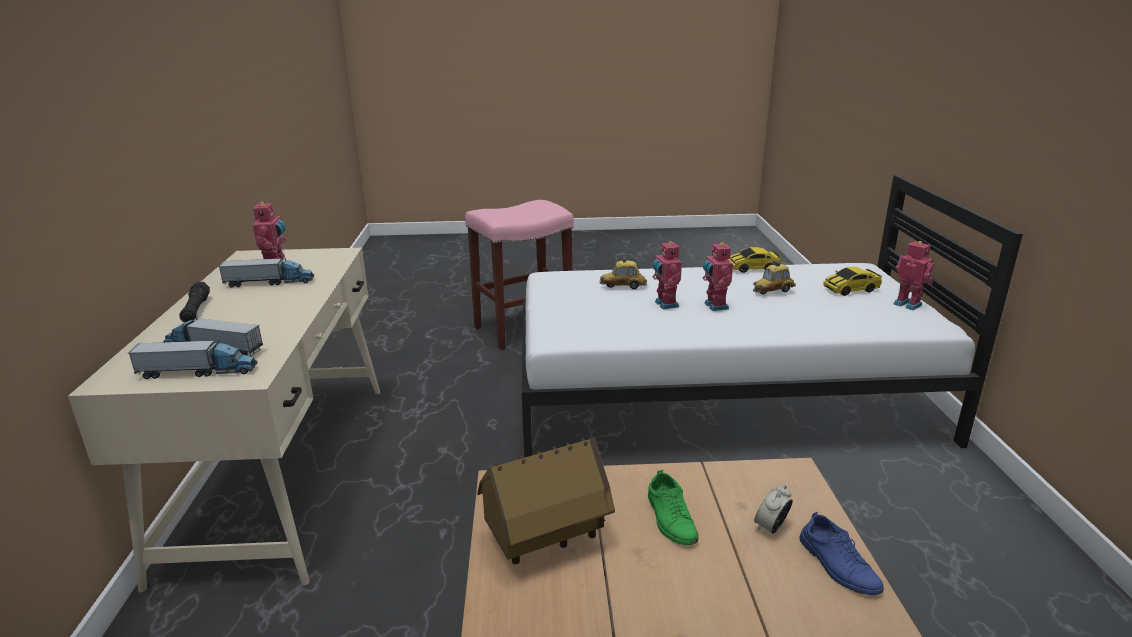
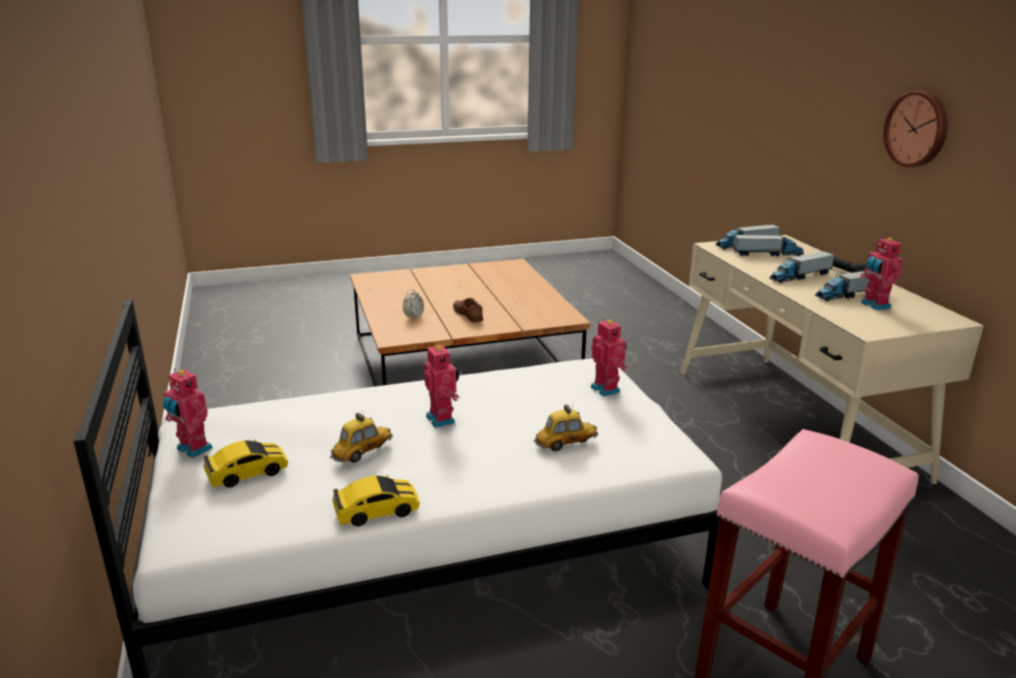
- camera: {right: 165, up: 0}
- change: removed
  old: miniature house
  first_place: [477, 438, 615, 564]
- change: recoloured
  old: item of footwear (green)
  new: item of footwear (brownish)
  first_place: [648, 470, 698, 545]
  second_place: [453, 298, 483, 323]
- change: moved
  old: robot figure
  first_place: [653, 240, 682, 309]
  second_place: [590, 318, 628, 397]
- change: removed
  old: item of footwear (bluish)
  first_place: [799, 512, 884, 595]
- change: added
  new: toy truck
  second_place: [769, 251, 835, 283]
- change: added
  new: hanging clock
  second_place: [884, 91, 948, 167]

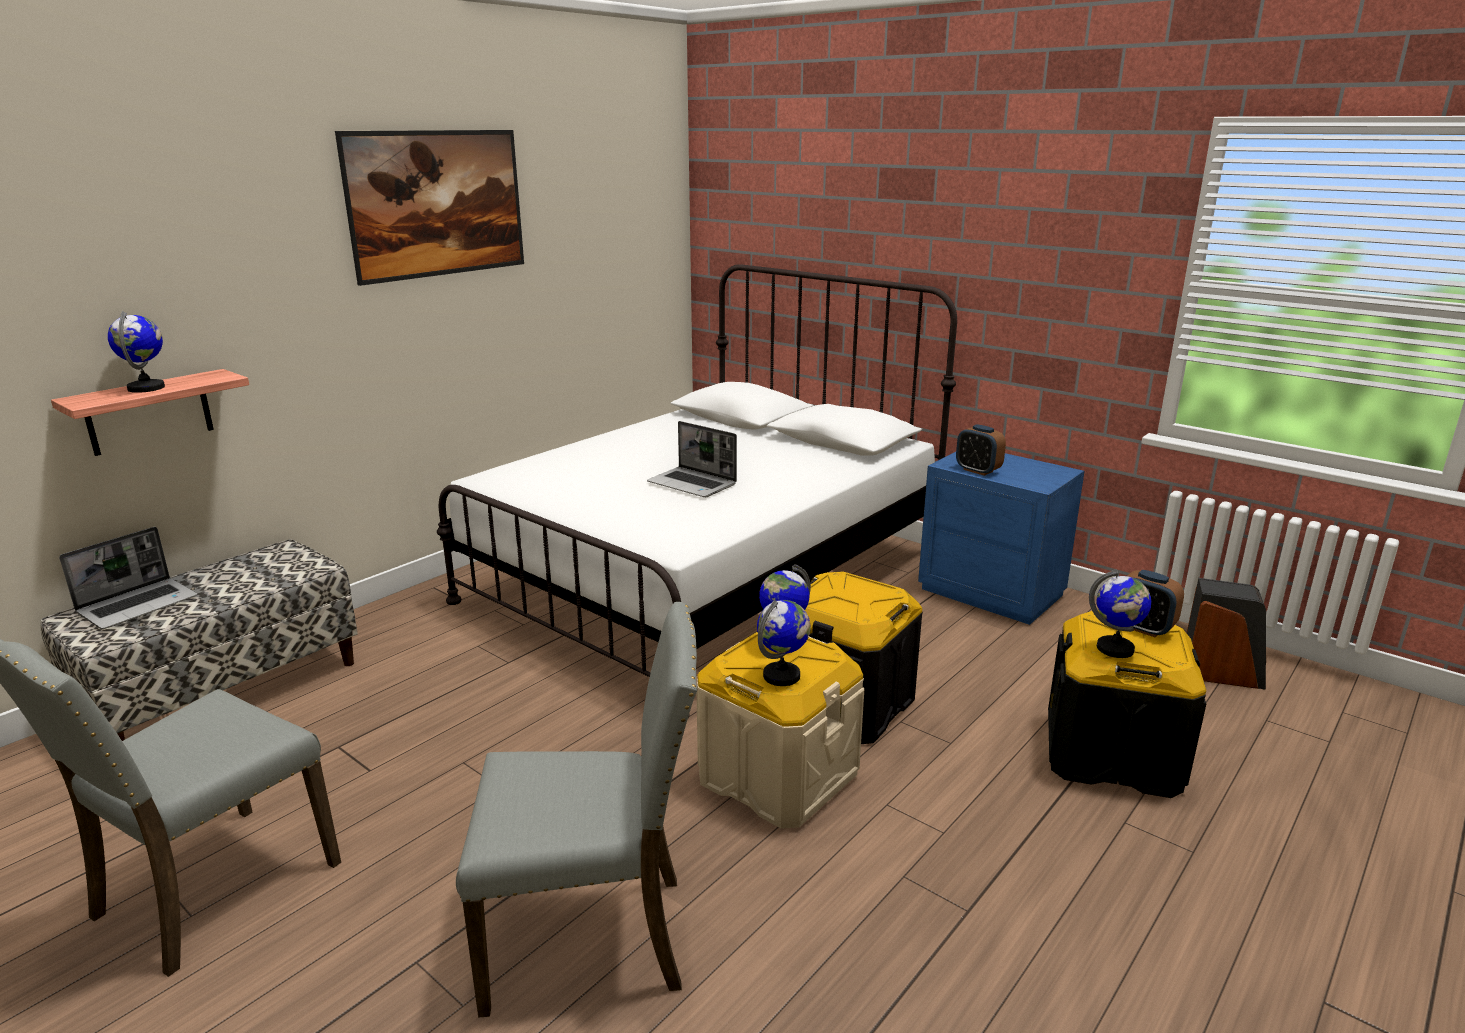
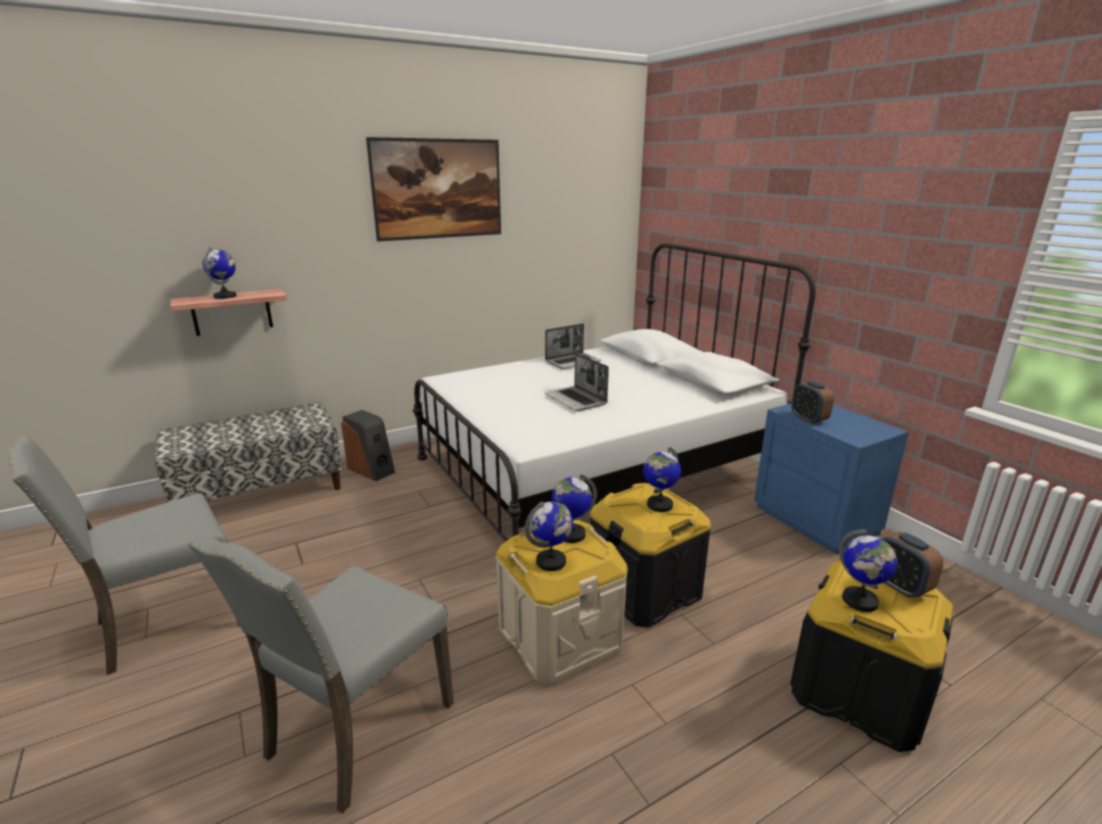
- camera: {right: 20, up: 0}
- change: moved
  old: portable computer
  first_place: [59, 527, 197, 629]
  second_place: [545, 323, 601, 369]
- change: turned
  old: chair (grey)
  first_place: [456, 602, 697, 1017]
  second_place: [188, 534, 454, 814]
  degrees: 105
- change: moved
  old: speaker
  first_place: [1187, 578, 1266, 690]
  second_place: [341, 410, 395, 481]
- change: added
  new: desk globe
  second_place: [643, 447, 681, 512]

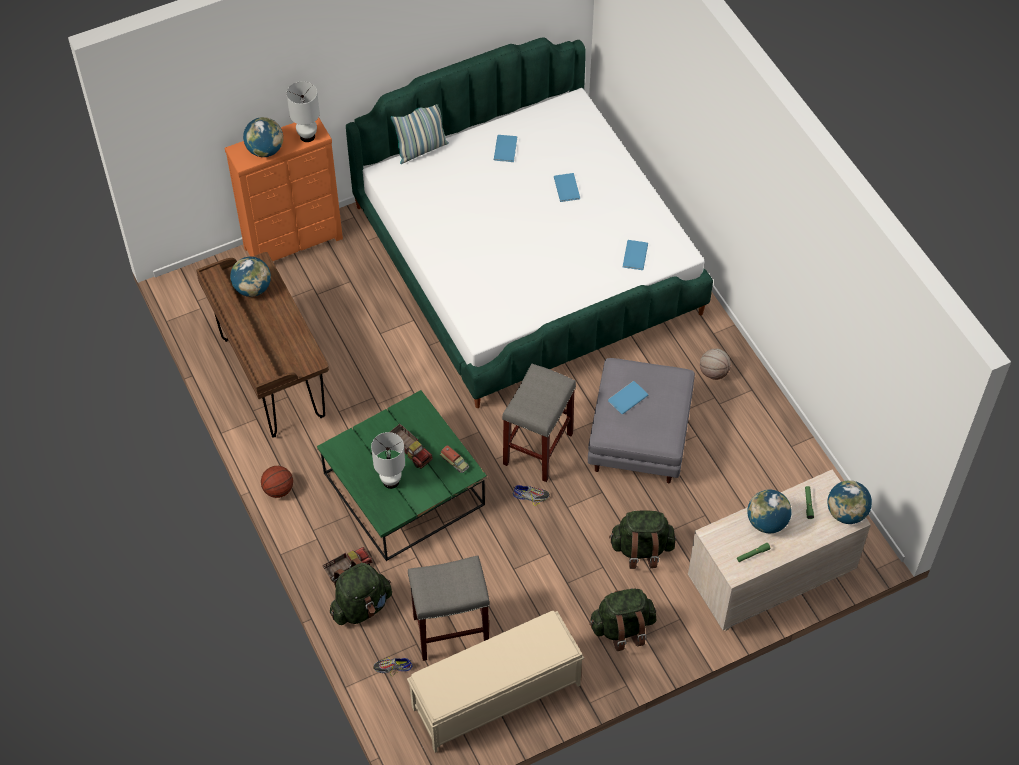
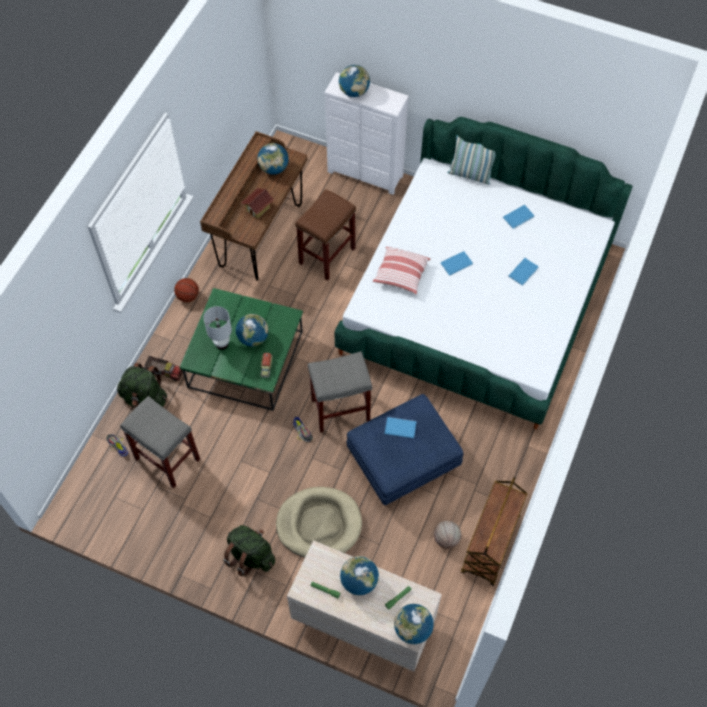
- camera: {right: 50, up: 5}
- change: recoloured
  old: dresser (orange)
  new: dresser (white-coloured)
  first_place: [225, 117, 343, 261]
  second_place: [324, 72, 409, 195]
- change: removed
  old: table lamp (white-coloured)
  first_place: [286, 81, 320, 142]
- change: replaced
  old: toy truck
  new: desk globe
  first_place: [390, 424, 433, 469]
  second_place: [236, 314, 268, 347]
- change: removed
  old: indoor bench (sand-coloured)
  first_place: [407, 611, 584, 753]
- change: recoloured
  old: ottoman (grey)
  new: ottoman (bluish)
  first_place: [588, 358, 695, 483]
  second_place: [347, 394, 464, 505]
- change: replaced
  old: knapsack (green)
  new: dog cushion (sand-coloured)
  first_place: [609, 511, 676, 569]
  second_place: [276, 487, 362, 558]
- change: moved
  old: bound book (bluish)
  first_place: [623, 240, 648, 270]
  second_place: [441, 251, 473, 276]
- change: moved
  old: basketball ball
  first_place: [700, 348, 731, 380]
  second_place: [434, 521, 462, 549]
- change: added
  new: miniature house
  second_place: [241, 188, 274, 219]
- change: added
  new: stool seat (brownish)
  second_place: [295, 189, 356, 281]
- change: added
  new: cushion
  second_place: [373, 247, 430, 294]
- change: added
  new: cart (brownish)
  second_place: [461, 477, 528, 586]

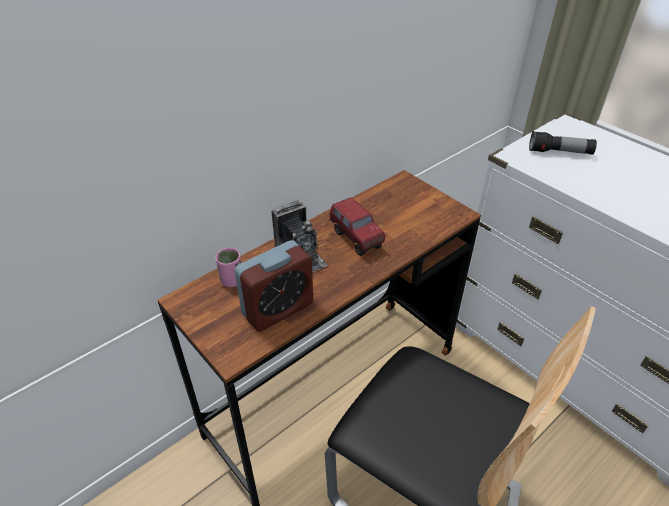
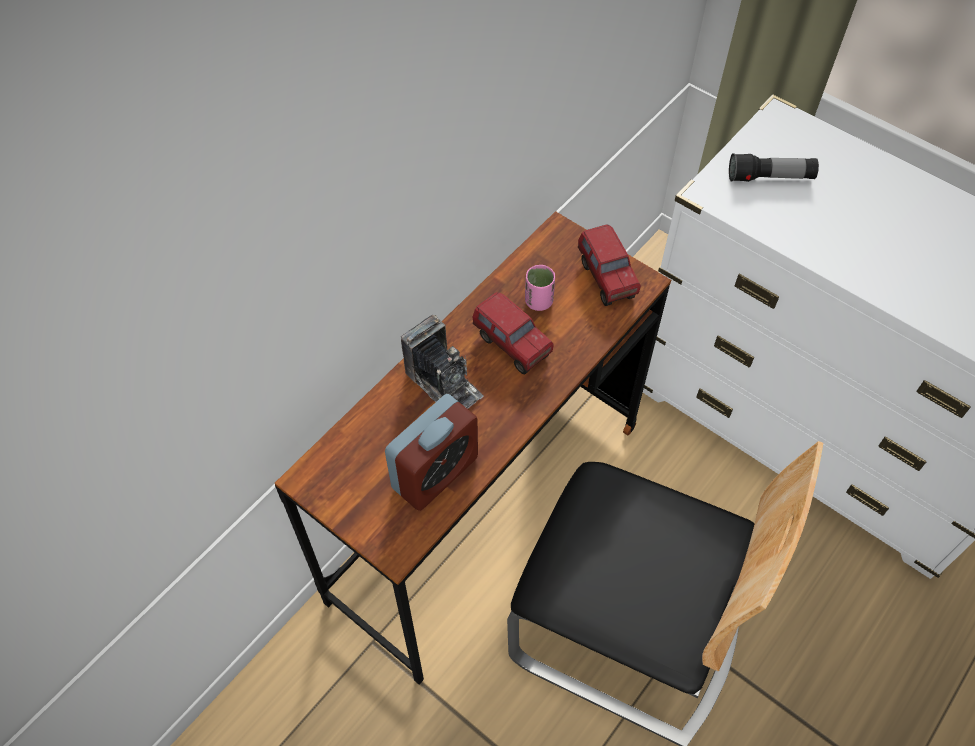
- camera: {right: -10, up: 15}
- change: moved
  old: cup (pink-coloured)
  first_place: [216, 248, 242, 287]
  second_place: [525, 265, 555, 311]
- change: added
  new: toy truck
  second_place: [578, 225, 641, 306]

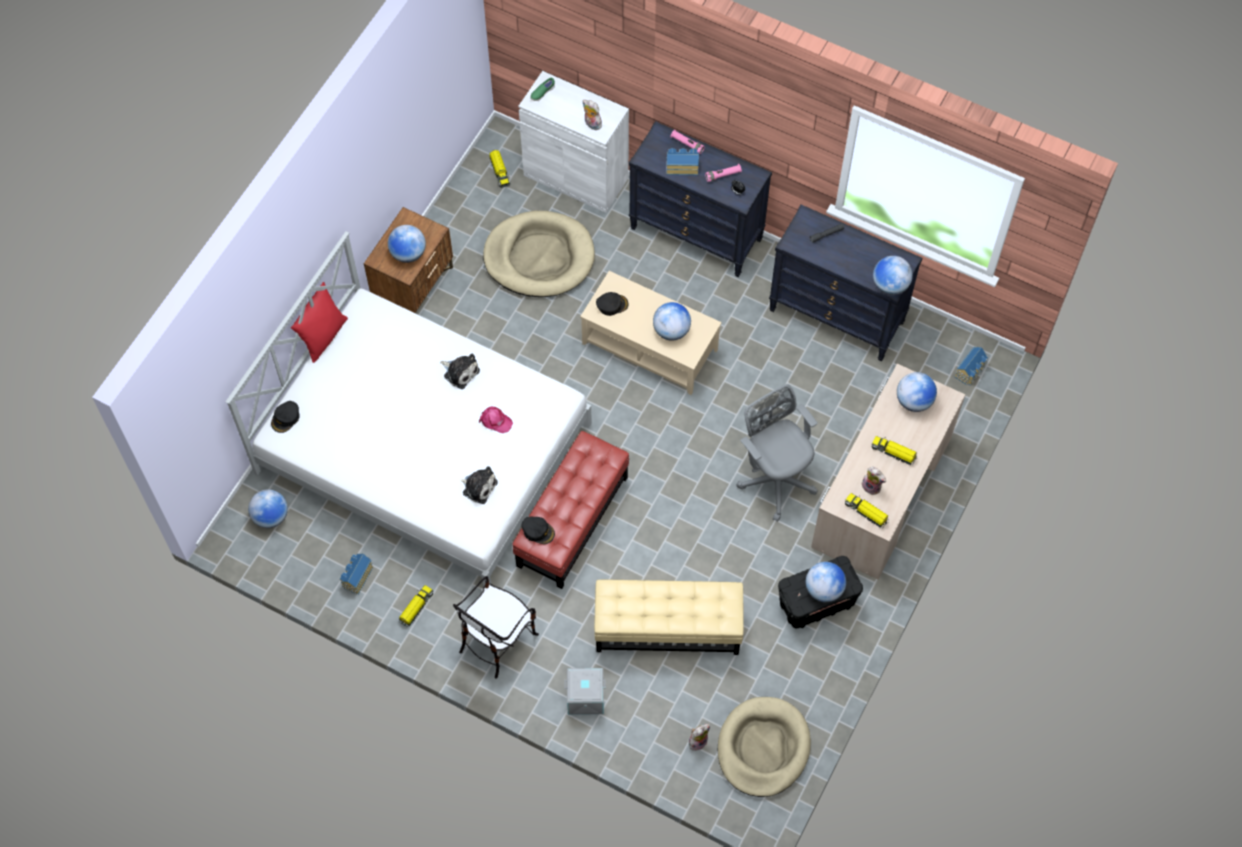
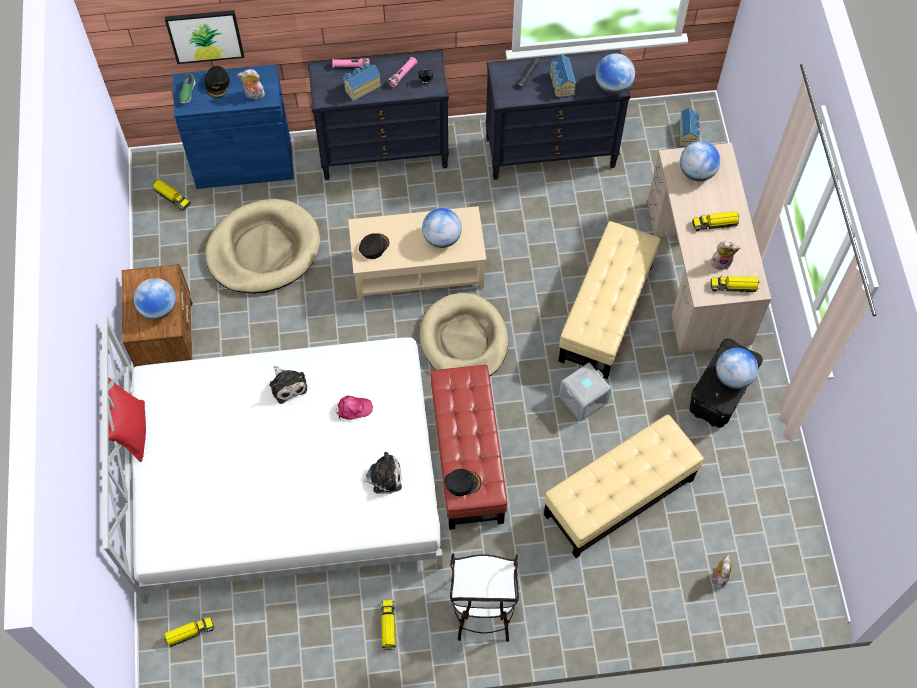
- camera: {right: -35, up: 0}
- change: replaced
  old: desk globe
  new: toy truck
  first_place: [248, 489, 288, 528]
  second_place: [164, 617, 214, 647]
- change: moved
  old: baseball cap (blackish)
  first_place: [271, 401, 300, 433]
  second_place: [204, 66, 230, 98]
- change: moved
  old: miniature house
  first_place: [340, 554, 373, 595]
  second_place: [550, 54, 576, 98]
- change: turned
  old: plush toy
  first_place: [440, 354, 480, 389]
  second_place: [269, 366, 307, 404]
  degrees: 60
- change: recoloured
  old: storage cabinet (white-coloured)
  new: storage cabinet (bluish)
  first_place: [518, 71, 629, 213]
  second_place: [173, 64, 294, 189]
- change: moved
  old: storage container (grey)
  first_place: [565, 668, 606, 715]
  second_place: [559, 362, 612, 422]
- change: moved
  old: dog cushion (sand-coloured)
  first_place: [718, 697, 811, 797]
  second_place: [420, 293, 508, 377]
- change: replaced
  old: office chair (grey)
  new: ottoman (sand-coloured)
  first_place: [736, 384, 818, 522]
  second_place: [558, 221, 660, 379]
- change: added
  new: picture
  second_place: [165, 10, 244, 64]

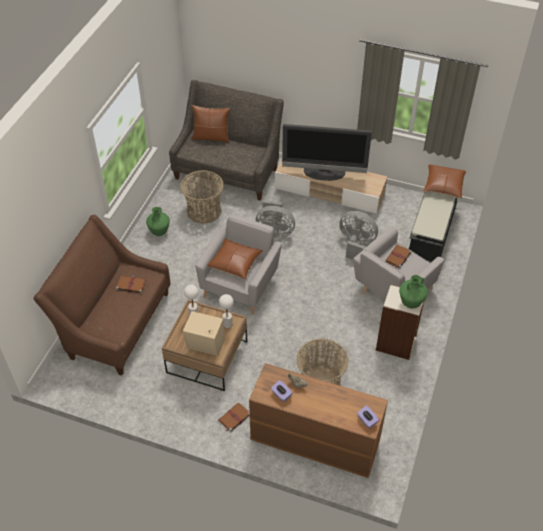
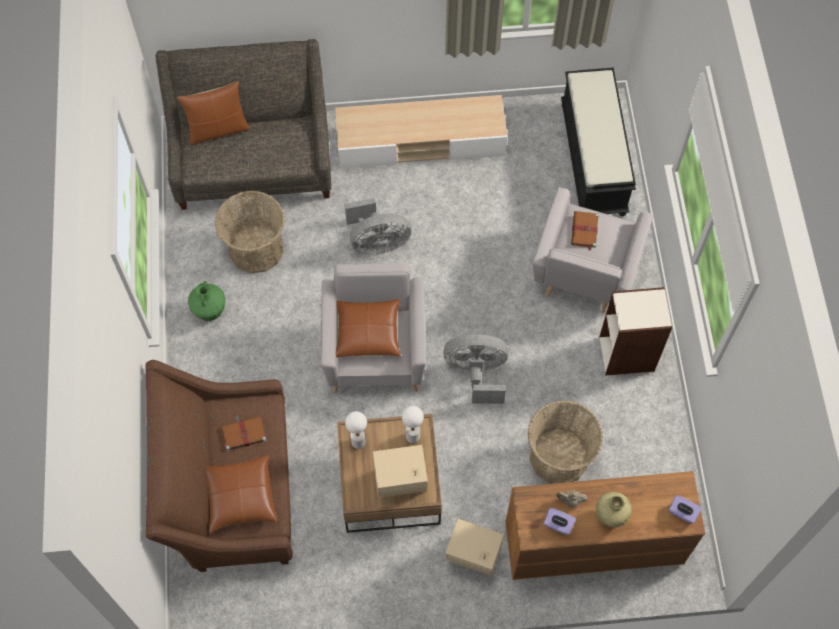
- camera: {right: -25, up: 15}
- change: replaced
  old: bound book (brownish)
  new: speaker (sand-coloured)
  first_place: [218, 402, 250, 432]
  second_place: [445, 519, 504, 576]
- change: removed
  old: television
  first_place: [282, 124, 372, 181]
- change: moved
  old: electric fan (grey)
  first_place: [339, 211, 378, 260]
  second_place: [443, 334, 509, 404]
- change: removed
  old: flower vase (green)
  first_place: [399, 275, 428, 308]
- change: moved
  old: cushion (brownish)
  first_place: [423, 165, 466, 198]
  second_place: [207, 455, 277, 533]
- change: added
  new: flower vase (sand-coloured)
  second_place: [596, 492, 632, 527]

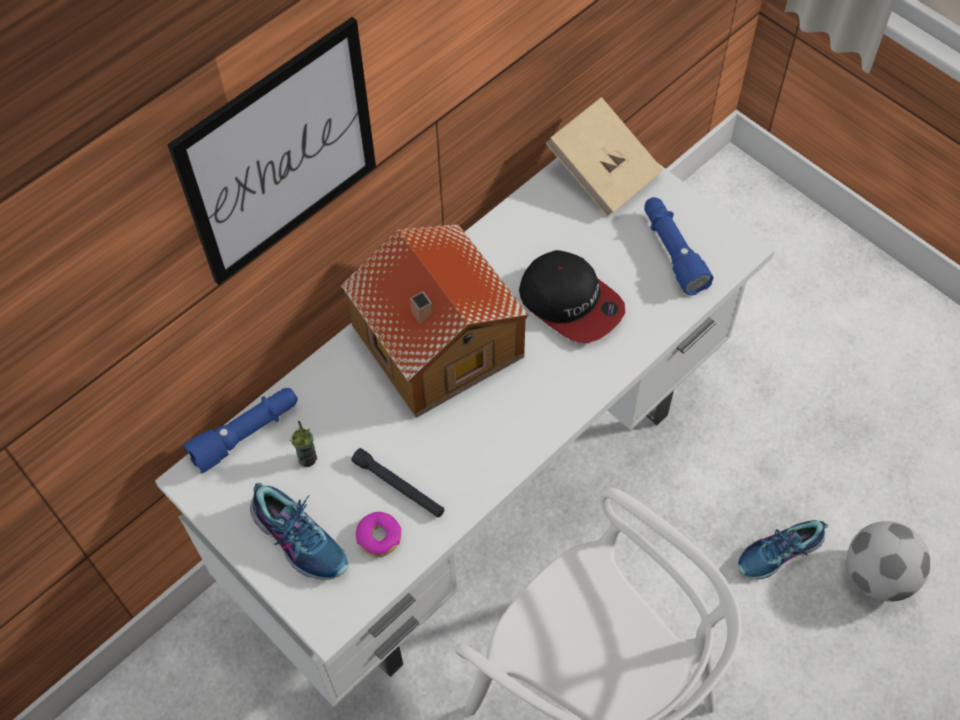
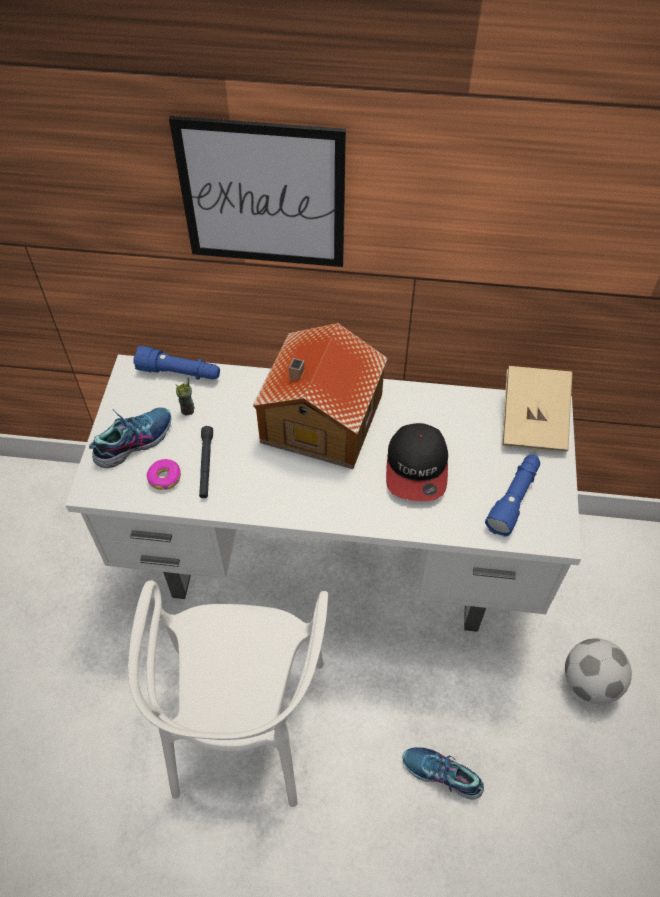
- camera: {right: 50, up: -5}
- change: turned
  old: item of footwear
  first_place: [250, 483, 349, 580]
  second_place: [89, 408, 171, 468]
  degrees: -135
- change: moved
  old: ball for football
  first_place: [847, 521, 930, 602]
  second_place: [565, 638, 632, 704]

